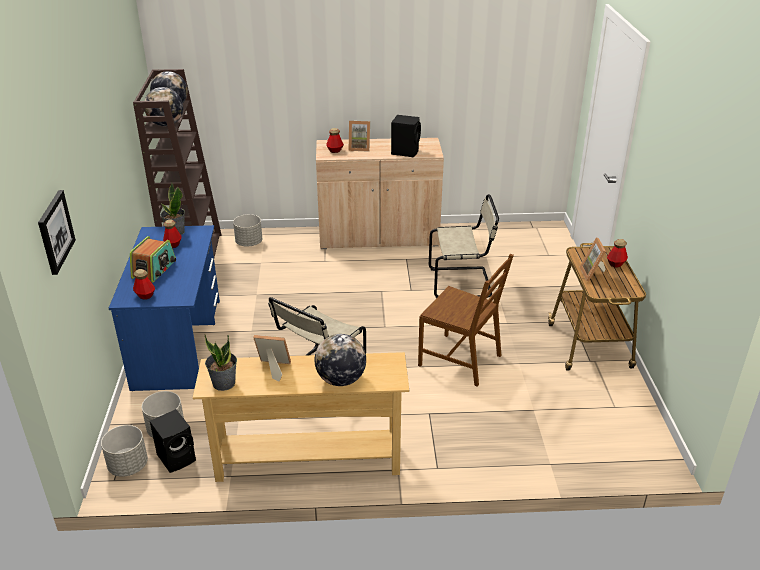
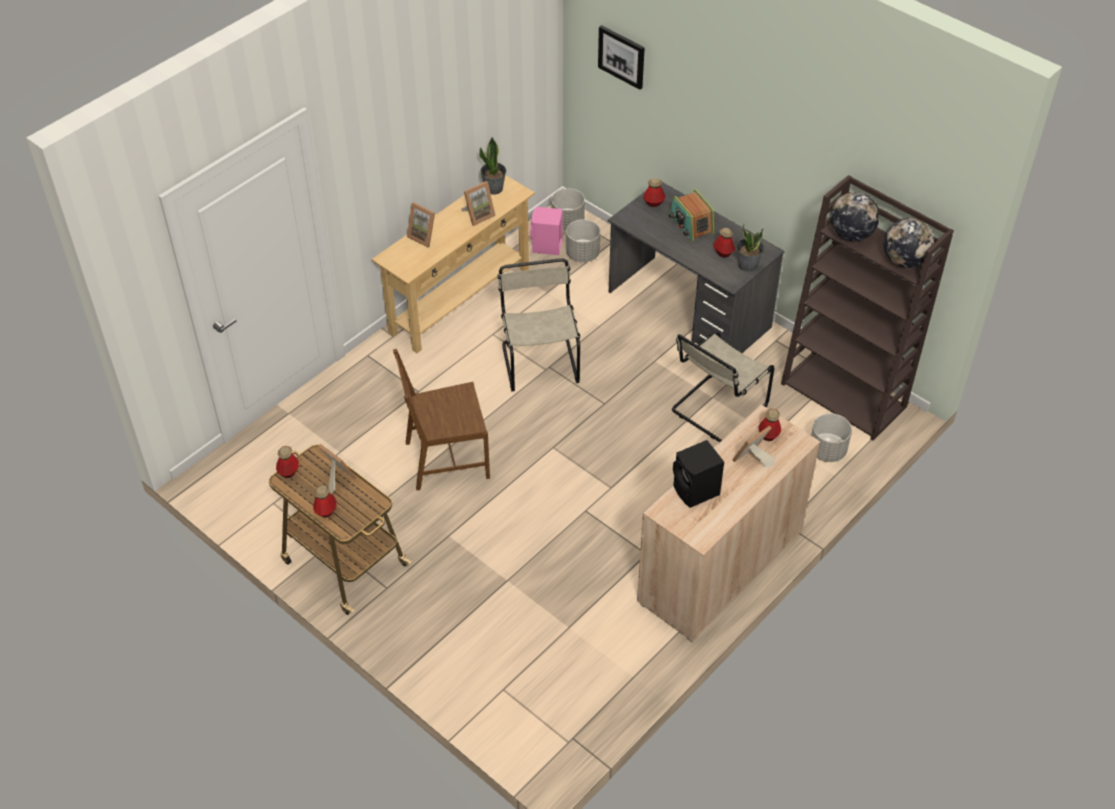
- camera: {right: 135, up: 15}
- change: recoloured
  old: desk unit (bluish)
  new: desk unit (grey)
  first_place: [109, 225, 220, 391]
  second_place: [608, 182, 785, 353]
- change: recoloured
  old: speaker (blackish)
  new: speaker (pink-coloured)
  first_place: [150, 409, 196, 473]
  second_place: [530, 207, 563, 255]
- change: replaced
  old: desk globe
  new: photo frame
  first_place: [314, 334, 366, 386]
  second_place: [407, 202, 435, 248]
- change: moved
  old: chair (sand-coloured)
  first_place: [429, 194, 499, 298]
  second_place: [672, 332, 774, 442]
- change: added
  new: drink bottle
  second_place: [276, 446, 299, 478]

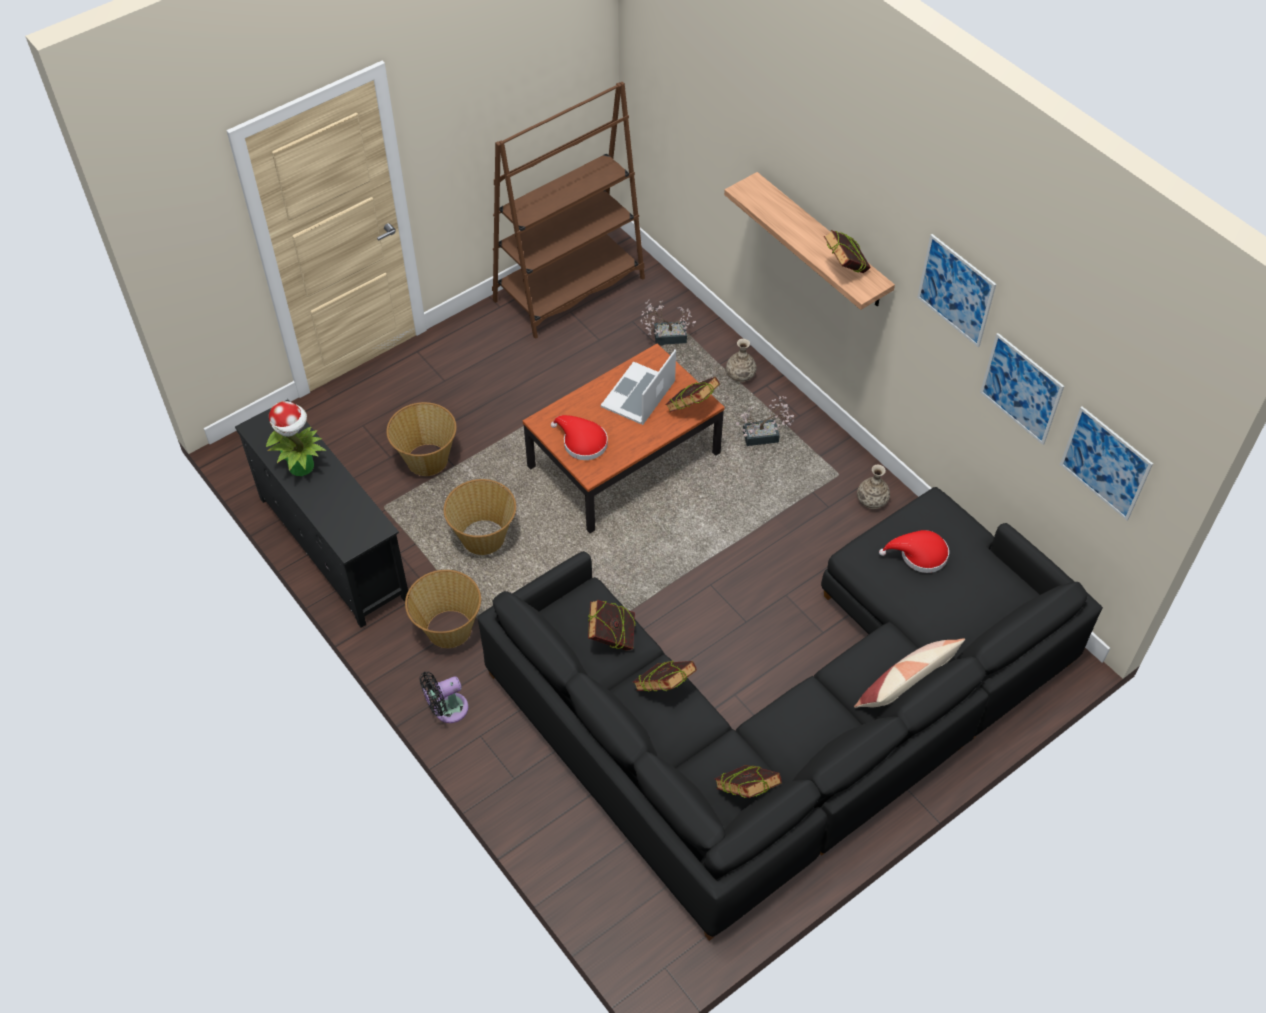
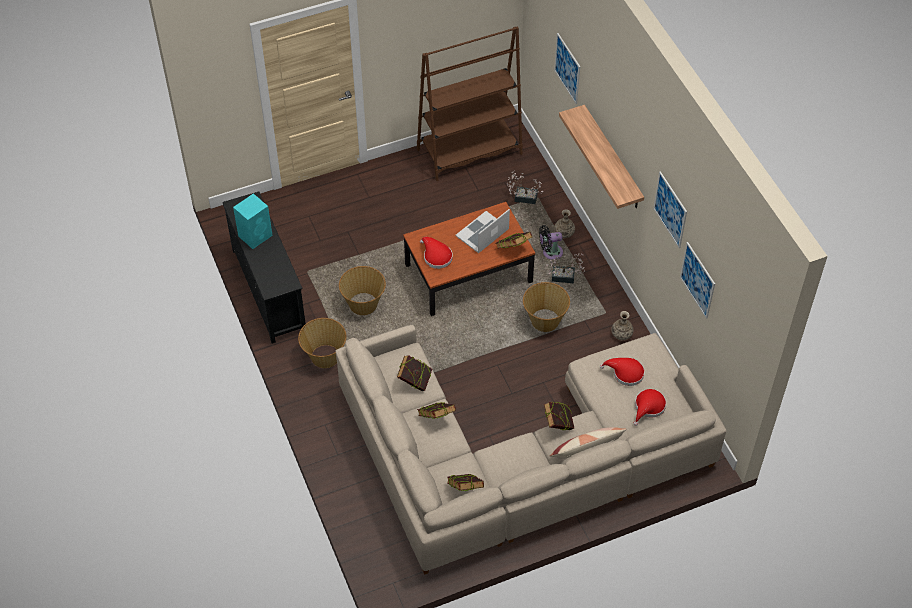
- camera: {right: 15, up: 0}
- change: replaced
  old: houseplant
  new: speaker (turquoise-coloured)
  first_place: [266, 401, 326, 476]
  second_place: [233, 193, 273, 249]
- change: moved
  old: storage basket
  first_place: [386, 402, 457, 476]
  second_place: [523, 282, 570, 332]
- change: moved
  old: electric fan (blackish)
  first_place: [419, 671, 469, 723]
  second_place: [539, 225, 563, 260]
- change: recoloured
  old: sofa (blackish)
  new: sofa (sand-coloured)
  first_place: [477, 487, 1103, 941]
  second_place: [335, 325, 727, 575]
- change: moved
  old: bound book
  first_place: [824, 230, 871, 273]
  second_place: [544, 402, 574, 430]
- change: moved
  old: picture
  first_place: [1060, 406, 1153, 520]
  second_place: [554, 33, 580, 104]
- change: added
  new: clothing hat (red)
  second_place: [634, 389, 666, 426]

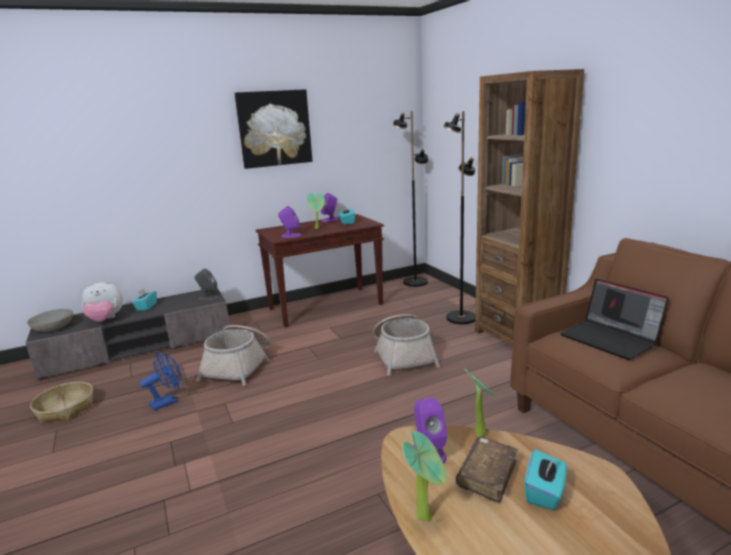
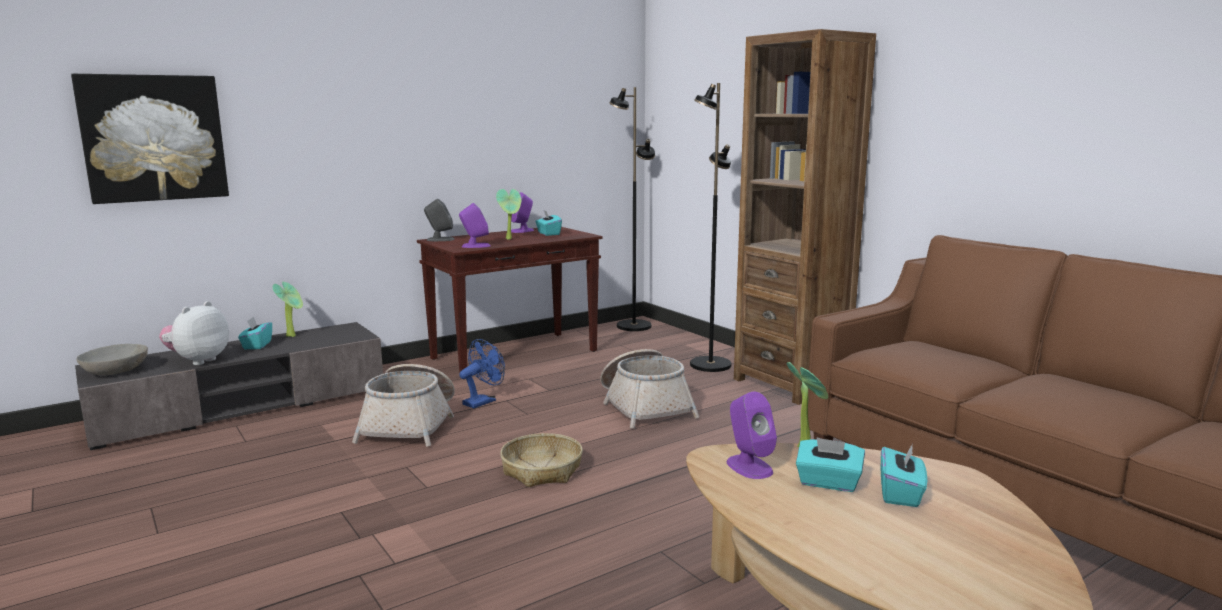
- camera: {right: -10, up: -5}
- change: moved
  old: storage basket
  first_place: [30, 382, 93, 423]
  second_place: [500, 433, 583, 487]
- change: turned
  old: plush toy
  first_place: [81, 280, 123, 322]
  second_place: [159, 301, 229, 365]
  degrees: 135
- change: moved
  old: electric fan (bluish)
  first_place: [140, 352, 182, 411]
  second_place: [459, 339, 505, 408]
- change: moved
  old: speaker (grey)
  first_place: [195, 269, 219, 300]
  second_place: [424, 199, 455, 241]
- change: moved
  old: picture
  first_place: [235, 89, 312, 169]
  second_place: [71, 74, 229, 204]
- change: moved
  old: houseplant
  first_place: [402, 431, 447, 522]
  second_place: [272, 282, 303, 337]
- change: replaced
  old: bound book (brownish)
  new: box of tissues (turquoise-coloured)
  first_place: [456, 437, 518, 504]
  second_place: [796, 437, 865, 492]
- change: removed
  old: portable computer
  first_place: [560, 279, 669, 360]

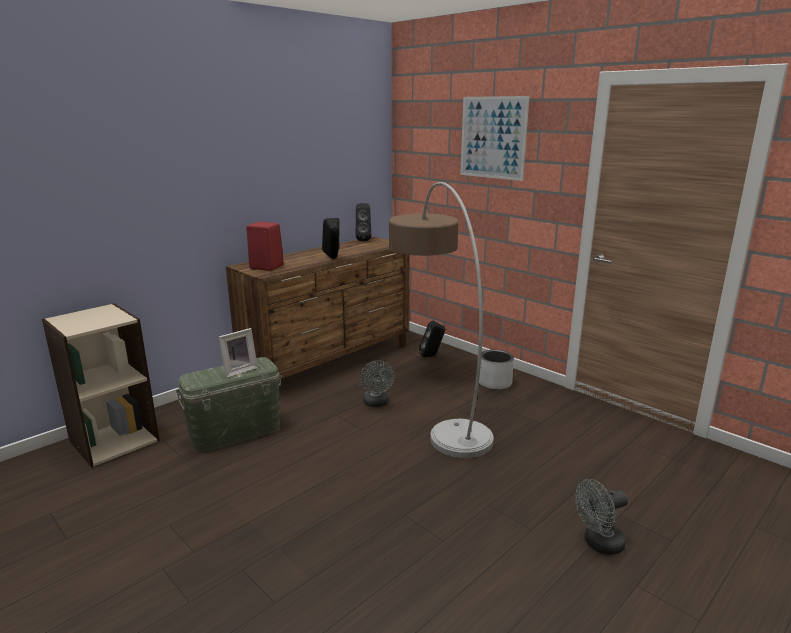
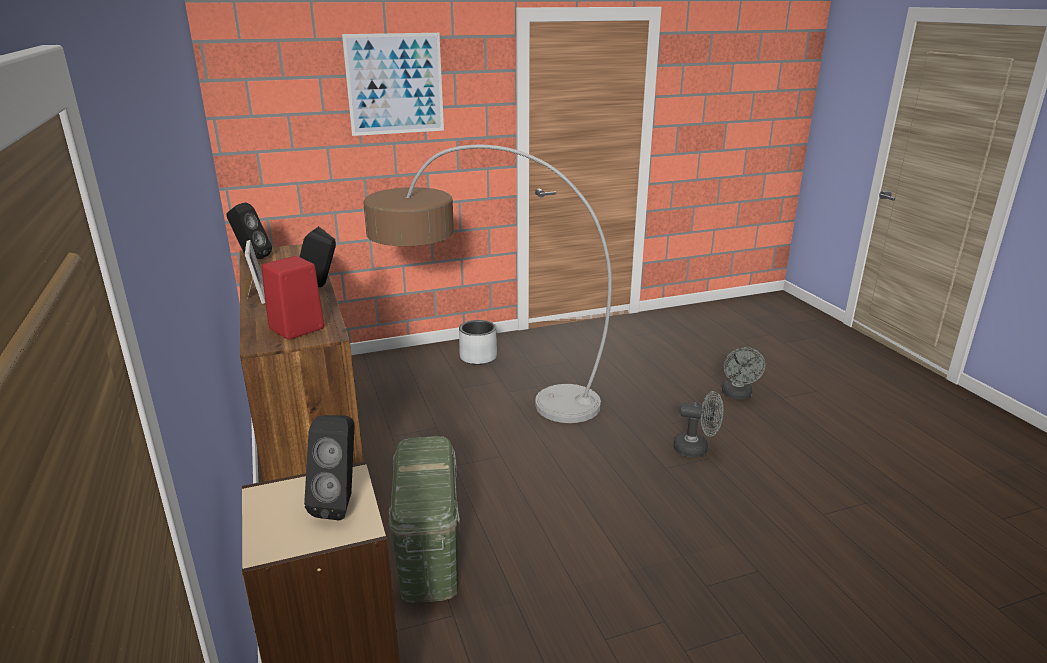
- camera: {right: -65, up: 5}
- change: moved
  old: photo frame
  first_place: [219, 328, 258, 378]
  second_place: [245, 240, 265, 304]
- change: moved
  old: electric fan (grey)
  first_place: [360, 360, 395, 407]
  second_place: [674, 391, 724, 457]
- change: moved
  old: speaker (blackish)
  first_place: [419, 321, 445, 357]
  second_place: [304, 415, 354, 520]

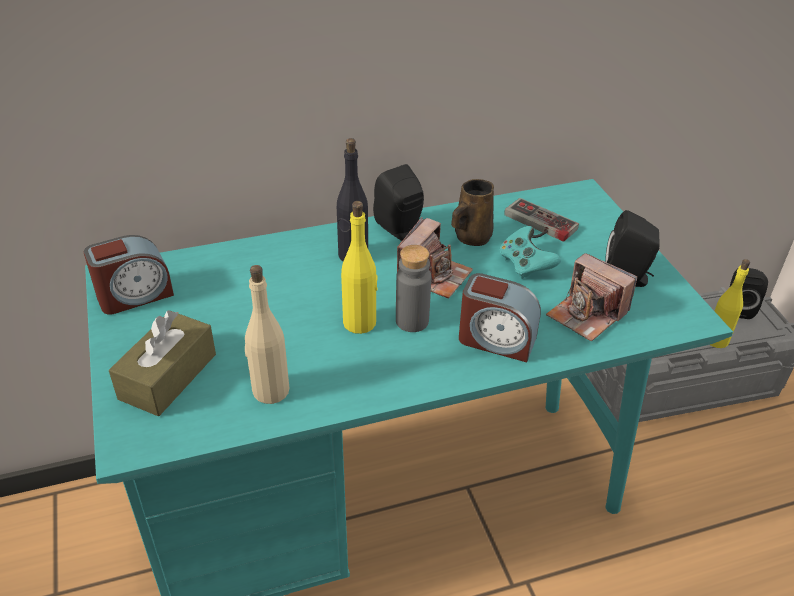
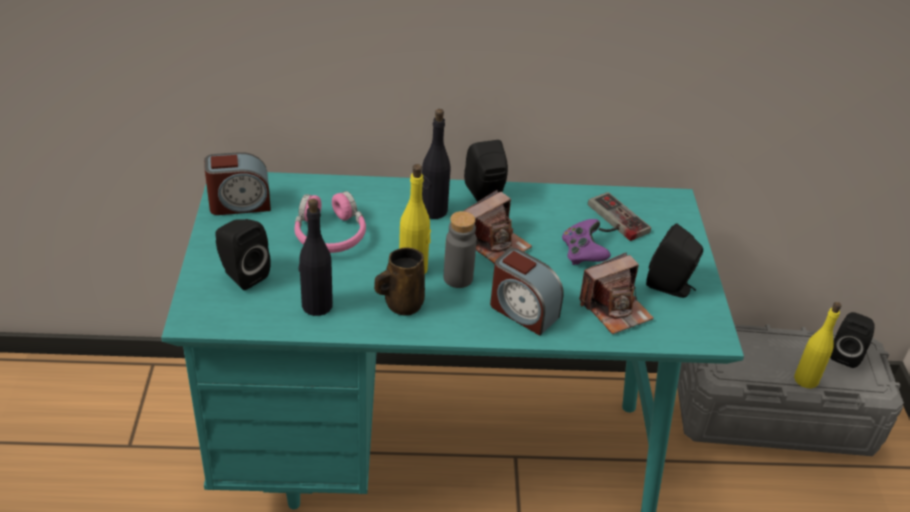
- camera: {right: 15, up: 0}
- change: replaced
  old: box of tissues (brownish)
  new: speaker (blackish)
  first_place: [109, 310, 216, 416]
  second_place: [216, 219, 271, 290]
- change: recoloured
  old: drink bottle (sand-coloured)
  new: drink bottle (blackish)
  first_place: [245, 265, 289, 404]
  second_place: [299, 198, 333, 316]
- change: moved
  old: mug (brownish)
  first_place: [451, 179, 494, 246]
  second_place: [374, 248, 425, 316]
- change: recoloured
  old: joypad (turquoise-coloured)
  new: joypad (purple-coloured)
  first_place: [499, 226, 561, 279]
  second_place: [562, 219, 611, 265]
- change: turned
  old: photo camera
  first_place: [546, 253, 637, 341]
  second_place: [579, 252, 654, 334]
  degrees: -90
- change: added
  new: pair of headphones (pink-coloured)
  second_place: [294, 191, 366, 253]

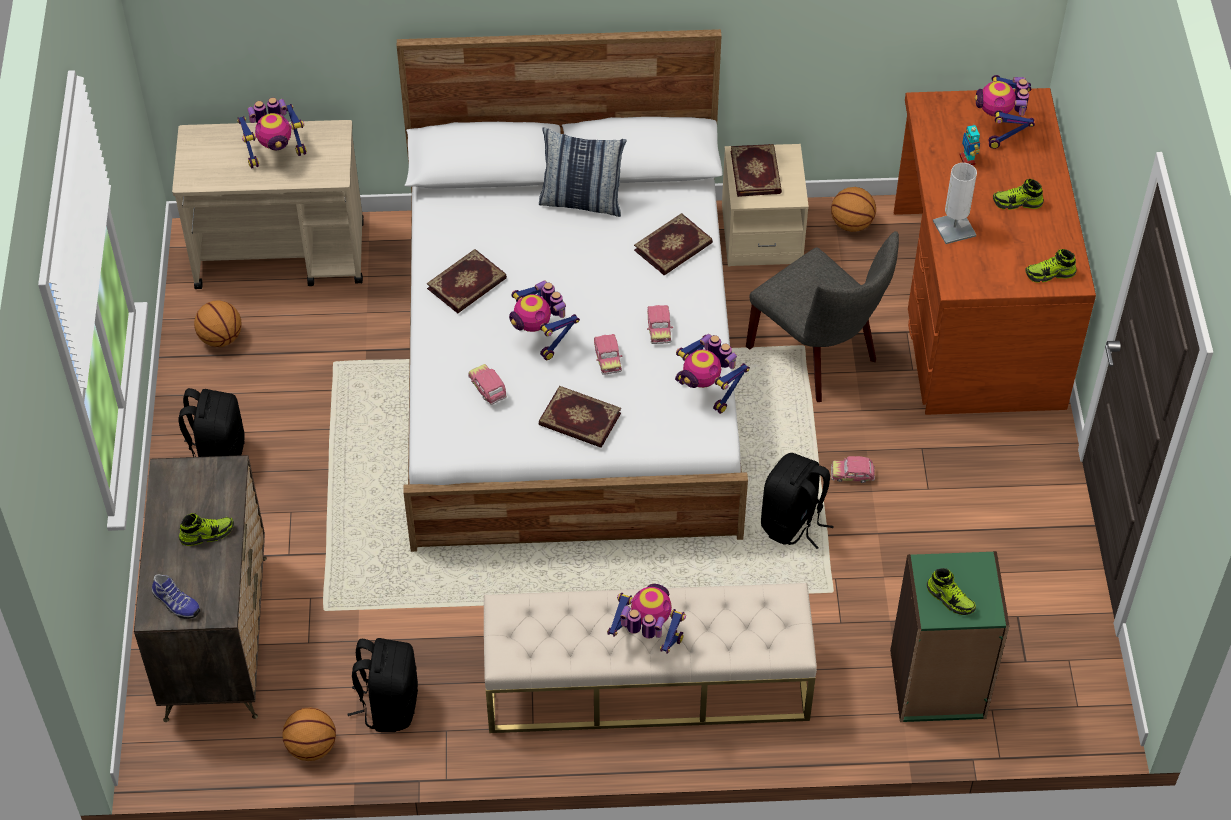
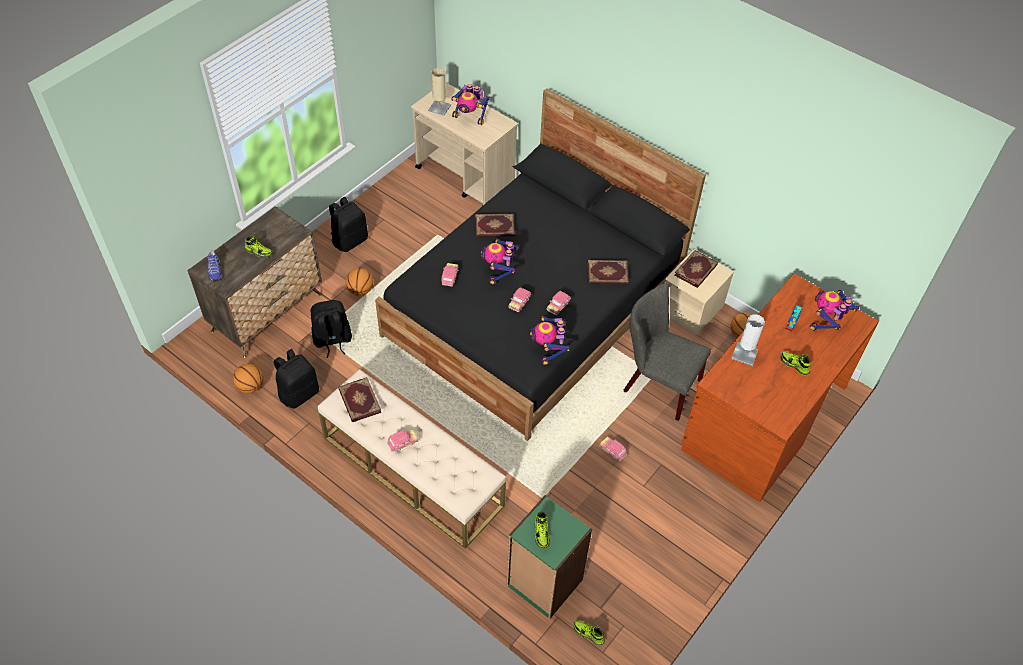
- camera: {right: 40, up: 0}
- change: moved
  old: basketball ball
  first_place: [194, 301, 242, 347]
  second_place: [346, 268, 373, 296]
- change: recoloured
  old: sleeping bed (white-coloured)
  new: sleeping bed (blackish)
  first_place: [397, 29, 748, 552]
  second_place: [375, 88, 706, 441]
- change: removed
  old: cushion
  first_place: [539, 127, 626, 217]
- change: moved
  old: bound book
  first_place: [539, 386, 621, 448]
  second_place: [338, 377, 381, 422]
- change: replaced
  old: robot figure
  new: toy car
  first_place: [607, 584, 686, 654]
  second_place: [387, 430, 418, 452]
- change: turned
  old: chair (grey)
  first_place: [746, 231, 899, 402]
  second_place: [624, 283, 711, 421]
  degrees: 120
- change: moved
  old: knapsack (blackish)
  first_place: [761, 453, 834, 549]
  second_place: [311, 300, 352, 358]
- change: moved
  old: item of footwear
  first_place: [1025, 249, 1077, 282]
  second_place: [574, 620, 605, 646]
- change: added
  new: table lamp (sand-coloured)
  second_place: [428, 68, 451, 116]

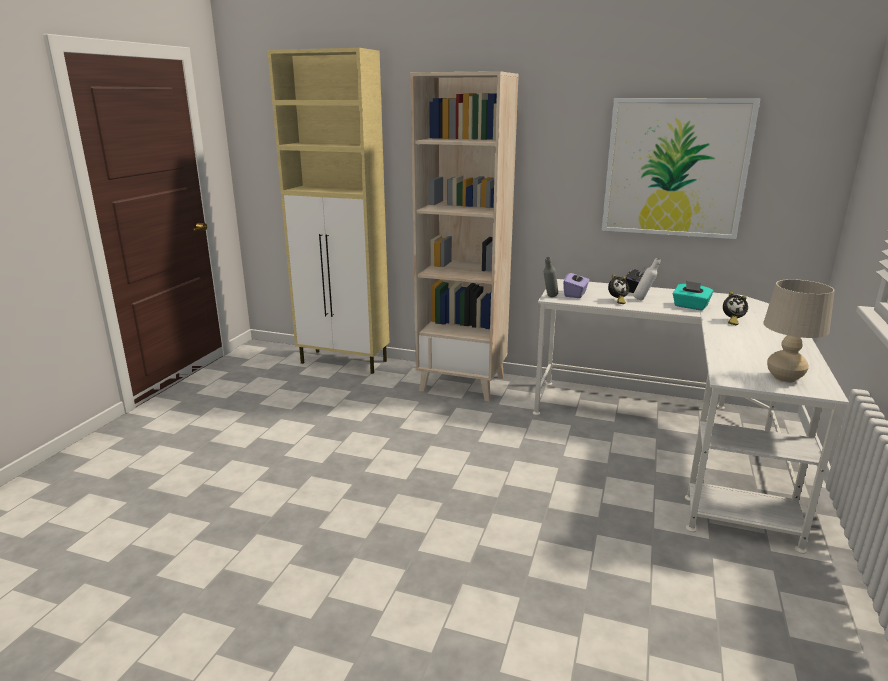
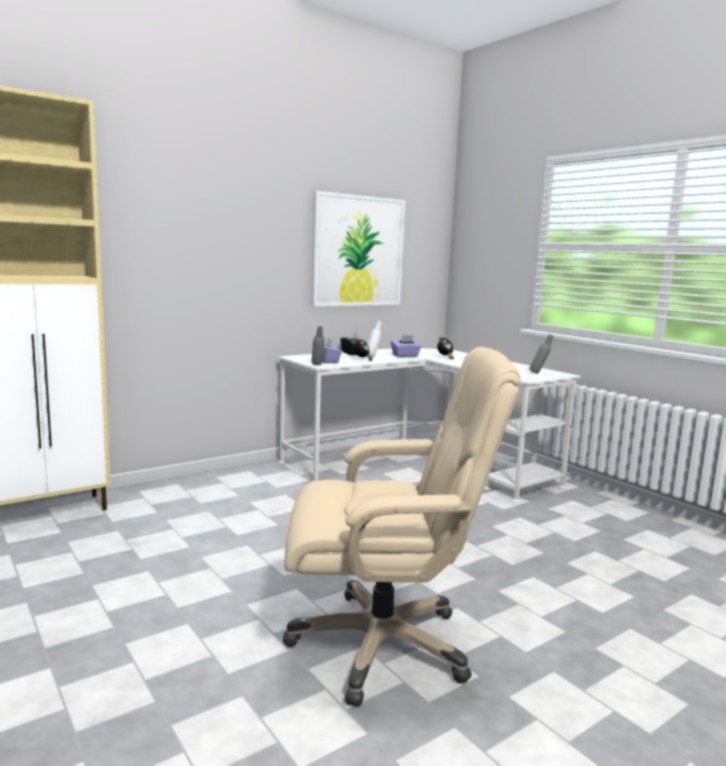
- camera: {right: -55, up: -10}
- change: removed
  old: bookshelf (sand-coloured)
  first_place: [410, 71, 519, 401]
- change: recoloured
  old: box of tissues (turquoise-coloured)
  new: box of tissues (purple-coloured)
  first_place: [673, 281, 713, 311]
  second_place: [391, 335, 421, 357]
- change: replaced
  old: table lamp (sand-coloured)
  new: drink bottle (grey)
  first_place: [763, 279, 835, 383]
  second_place: [529, 334, 553, 374]
- change: added
  new: office chair (sand-coloured)
  second_place: [283, 347, 521, 707]

